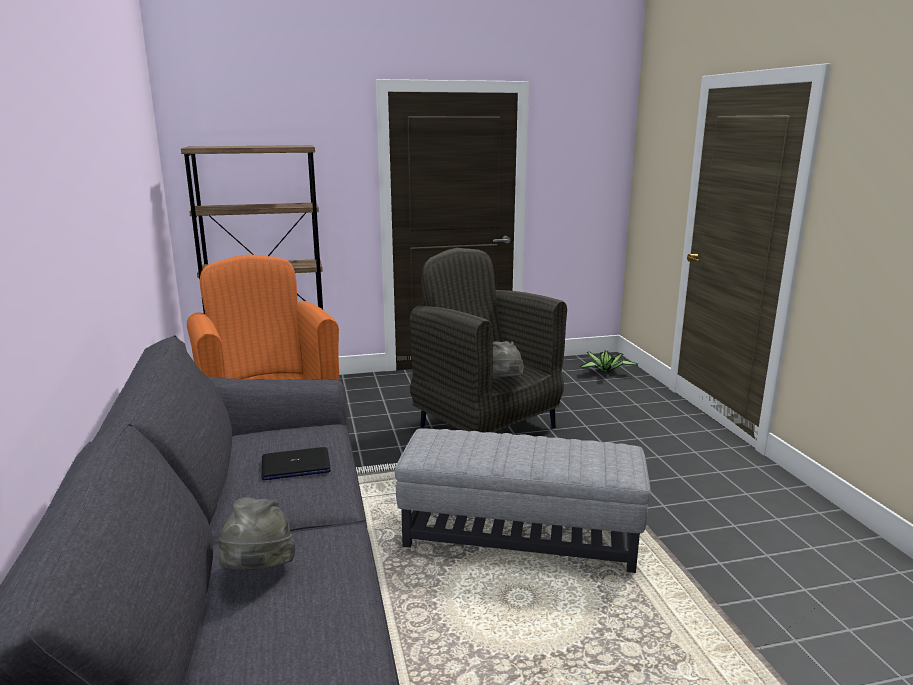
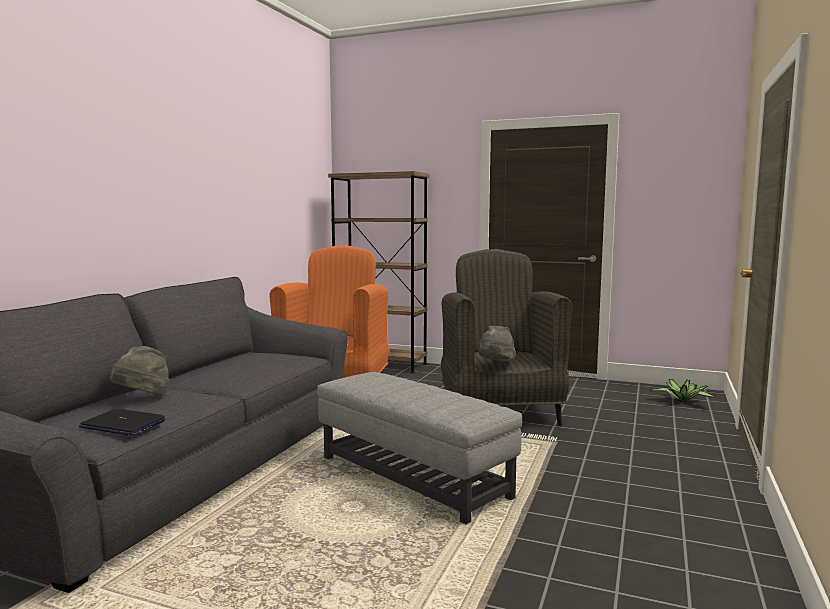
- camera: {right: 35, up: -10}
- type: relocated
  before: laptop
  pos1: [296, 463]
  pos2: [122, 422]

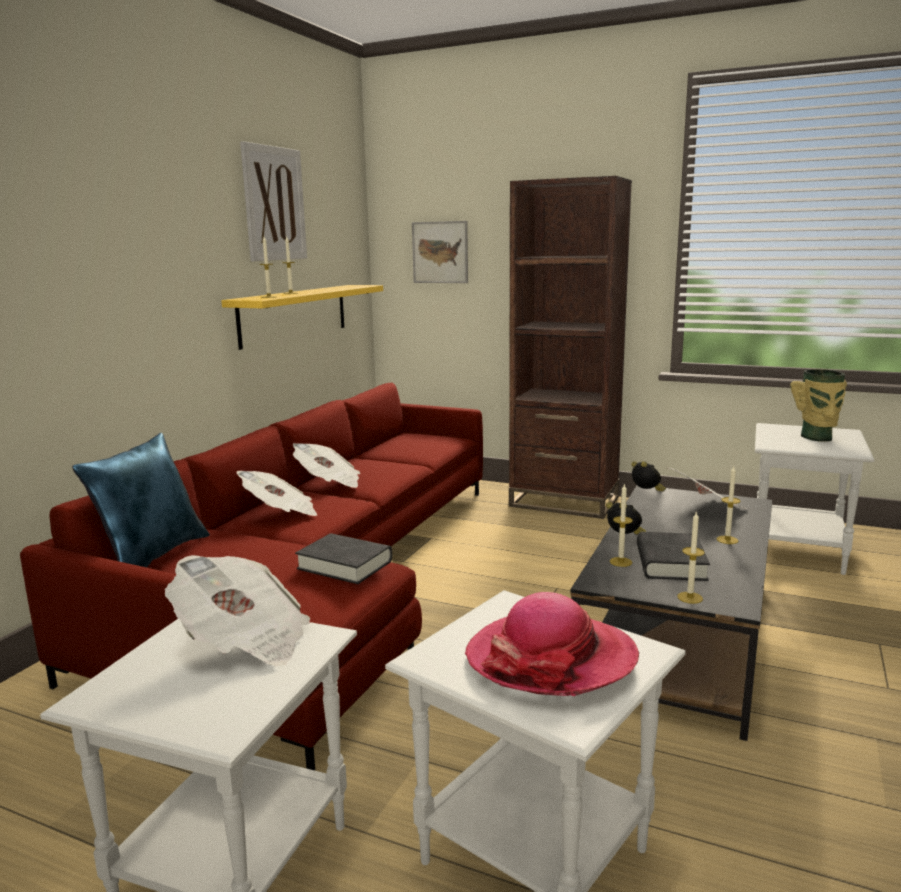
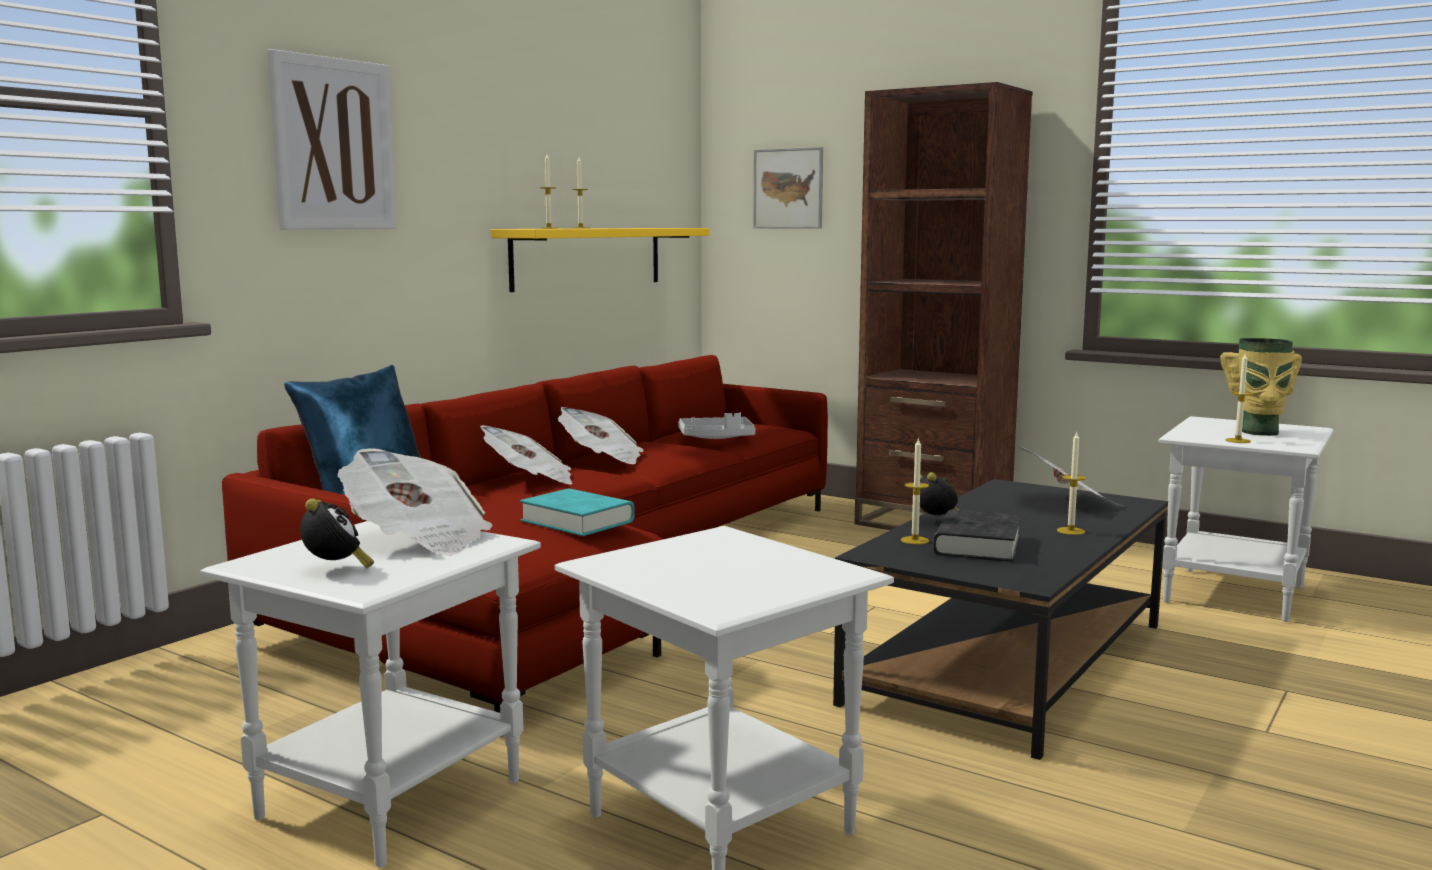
- camera: {right: 10, up: -5}
- type: relocated
  before: picture
  pos1: [273, 201]
  pos2: [331, 139]
- type: relocated
  before: alarm clock
  pos1: [648, 476]
  pos2: [337, 533]
- type: relocated
  before: candle
  pos1: [691, 557]
  pos2: [1239, 398]
- type: colour
  before: book/black
  after: book/turquoise
  pos1: [343, 558]
  pos2: [577, 512]
- type: missing
  before: hat
  pos1: [552, 644]
- type: appeared
  after: tray/grey
  pos2: [716, 426]

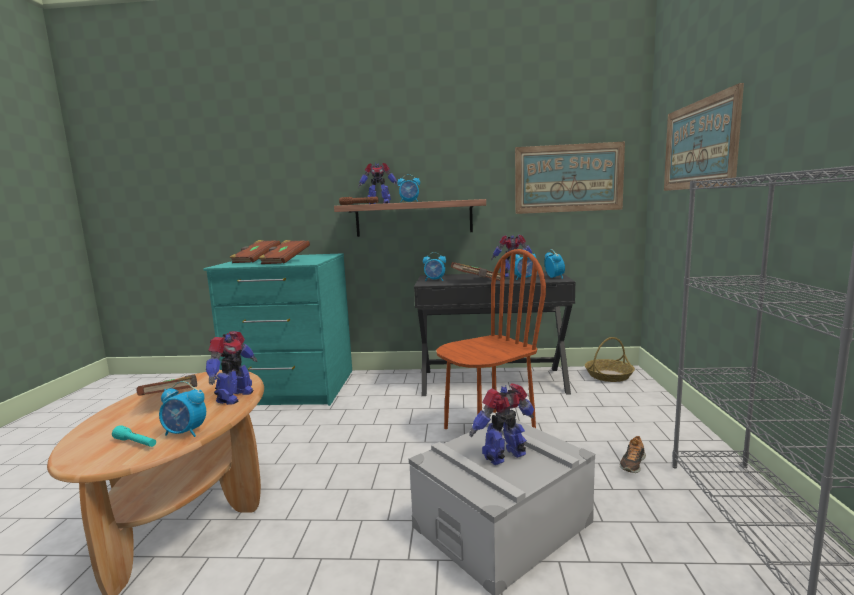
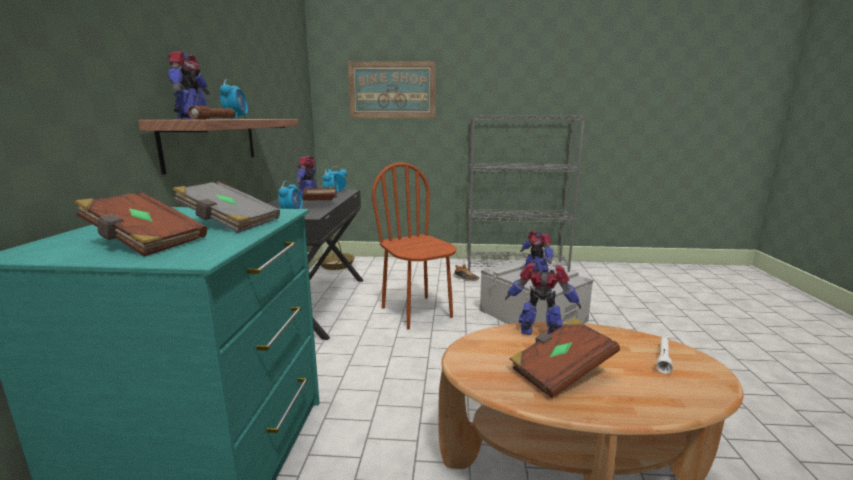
- camera: {right: -90, up: 5}
- type: missing
  before: picture
  pos1: [570, 178]
- type: colour
  before: book/brown
  after: book/grey
  pos1: [284, 252]
  pos2: [226, 207]
- type: missing
  before: alarm clock
  pos1: [182, 409]
- type: colour
  before: flashlight/turquoise
  after: flashlight/white
  pos1: [134, 436]
  pos2: [664, 355]

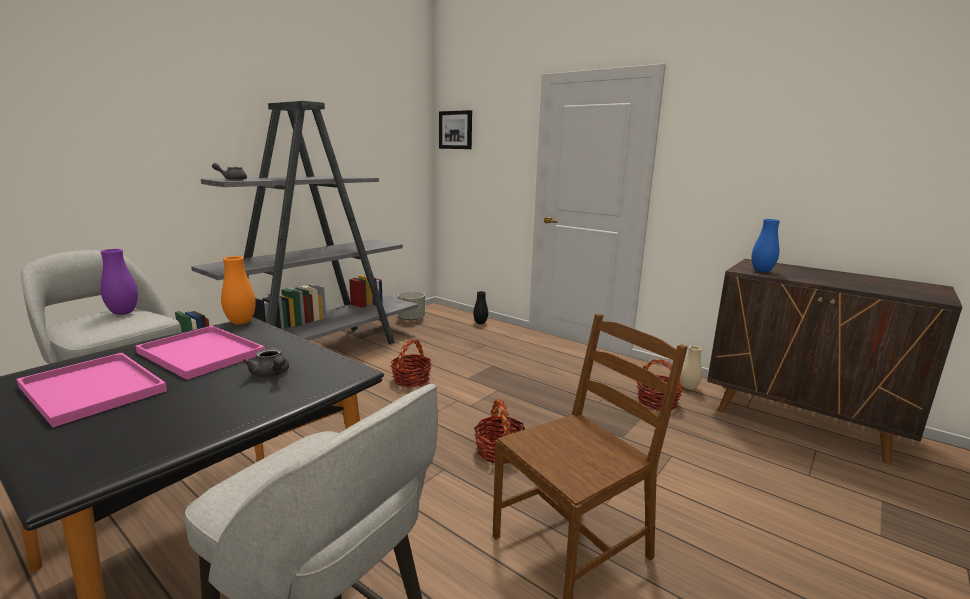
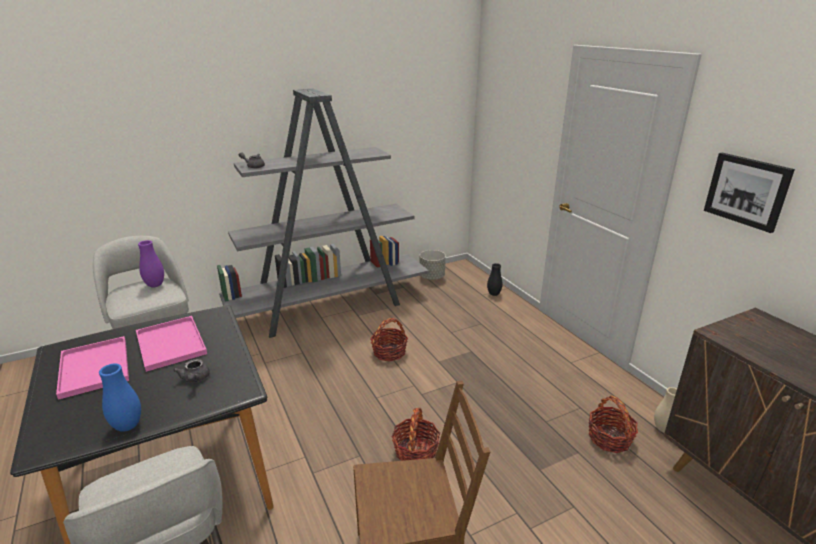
- camera: {right: 25, up: 10}
- type: relocated
  before: picture
  pos1: [455, 129]
  pos2: [749, 193]
- type: relocated
  before: vase/blue
  pos1: [766, 245]
  pos2: [120, 397]
- type: missing
  before: vase/orange
  pos1: [238, 290]

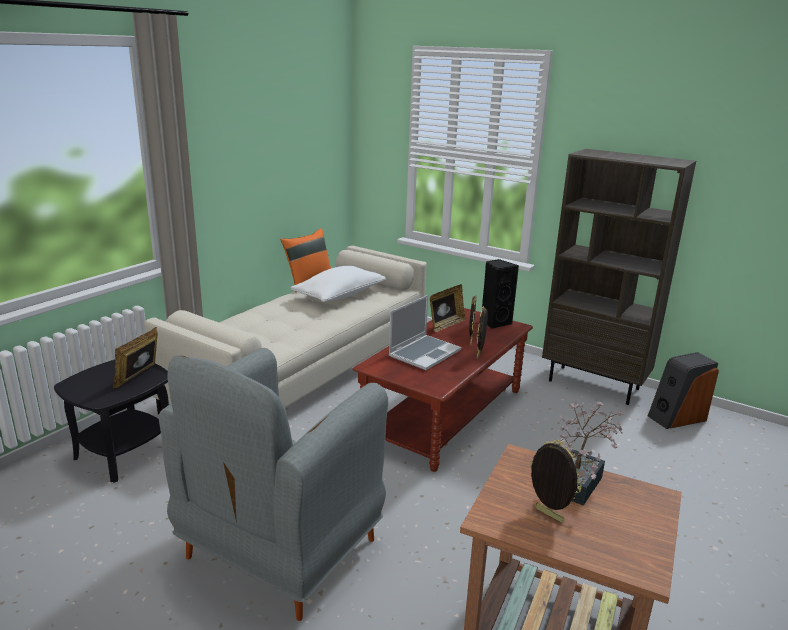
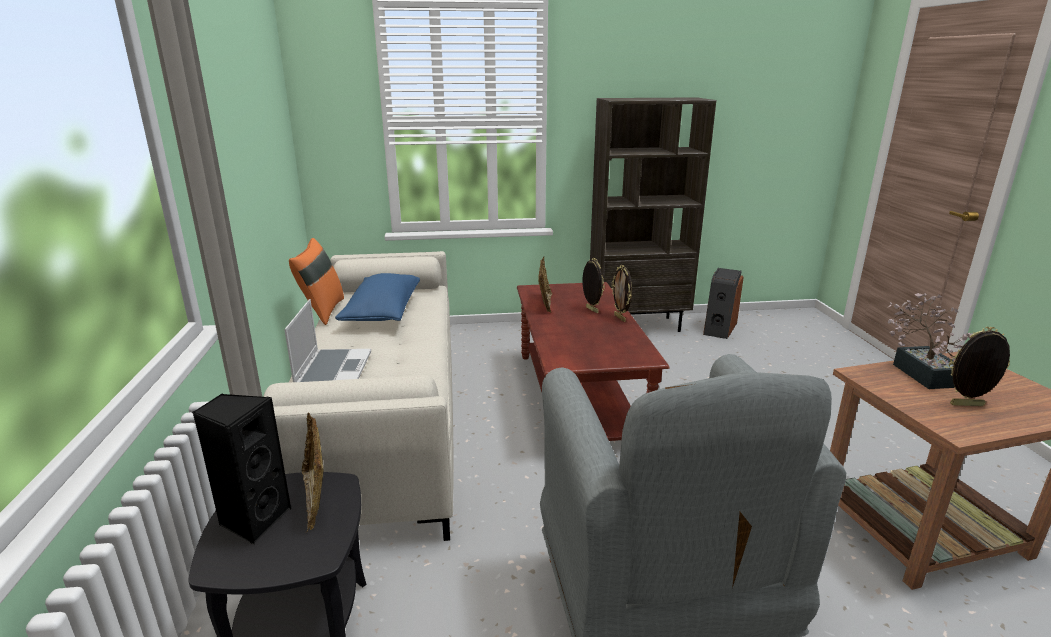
- camera: {right: -40, up: 0}
- type: relocated
  before: speaker/black
  pos1: [500, 294]
  pos2: [241, 468]
- type: colour
  before: pillow/white
  after: pillow/blue
  pos1: [338, 284]
  pos2: [377, 297]
- type: relocated
  before: laptop
  pos1: [425, 332]
  pos2: [327, 340]

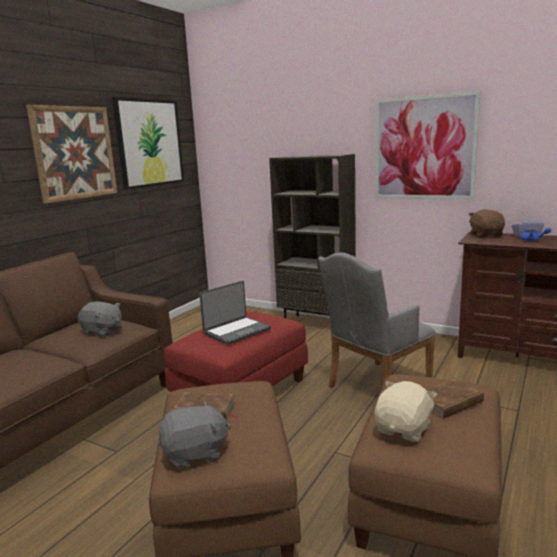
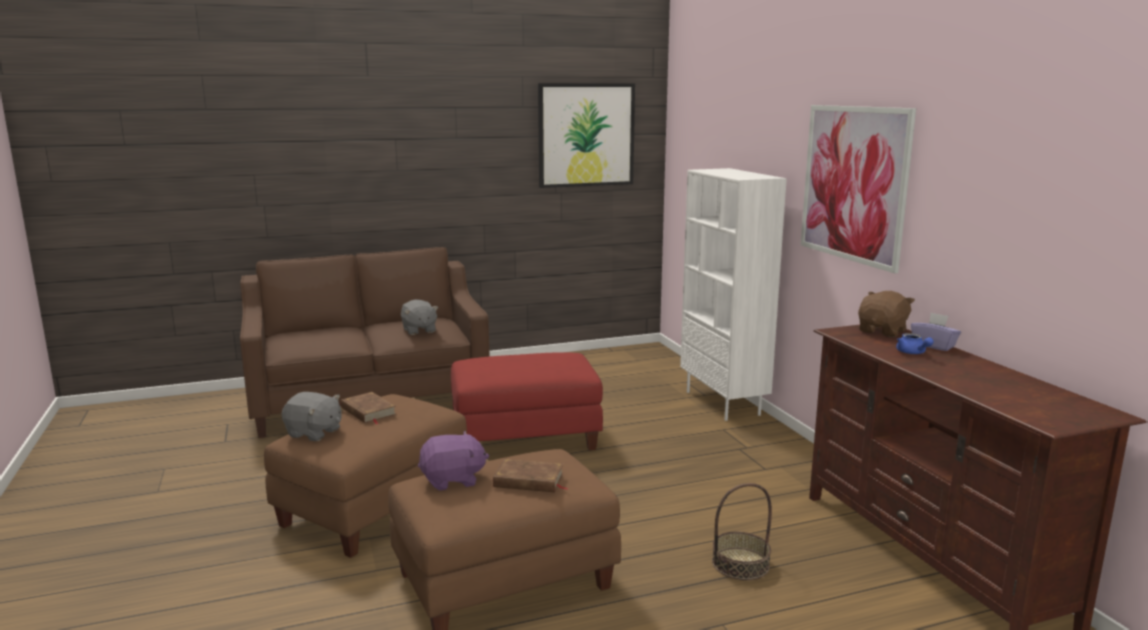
- camera: {right: 40, up: 0}
- type: missing
  before: picture
  pos1: [71, 154]
- type: colour
  before: bookcase/brown
  after: bookcase/white
  pos1: [312, 236]
  pos2: [733, 294]
- type: missing
  before: armchair/grey
  pos1: [377, 320]
- type: missing
  before: laptop
  pos1: [235, 313]
- type: colour
  before: plush toy/beige
  after: plush toy/purple
  pos1: [405, 412]
  pos2: [453, 461]
- type: appeared
  after: basket
  pos2: [742, 531]

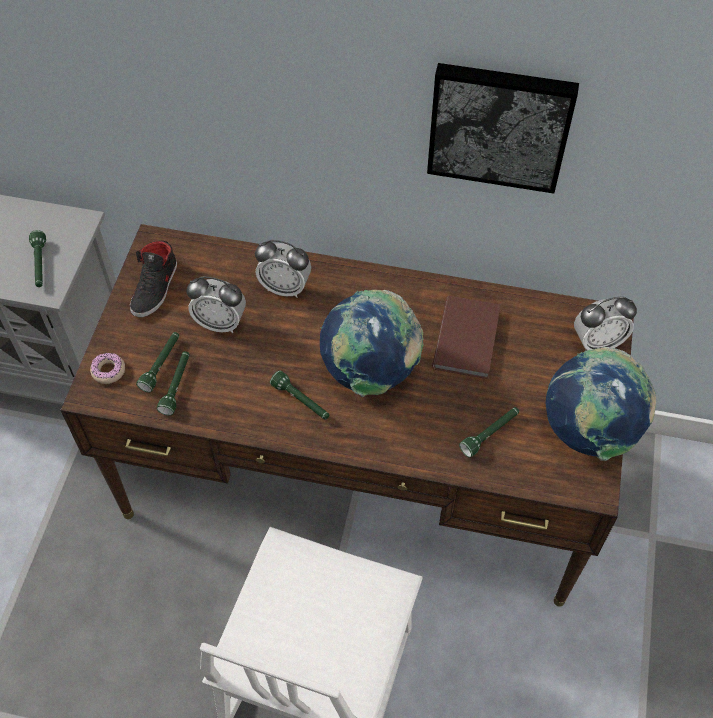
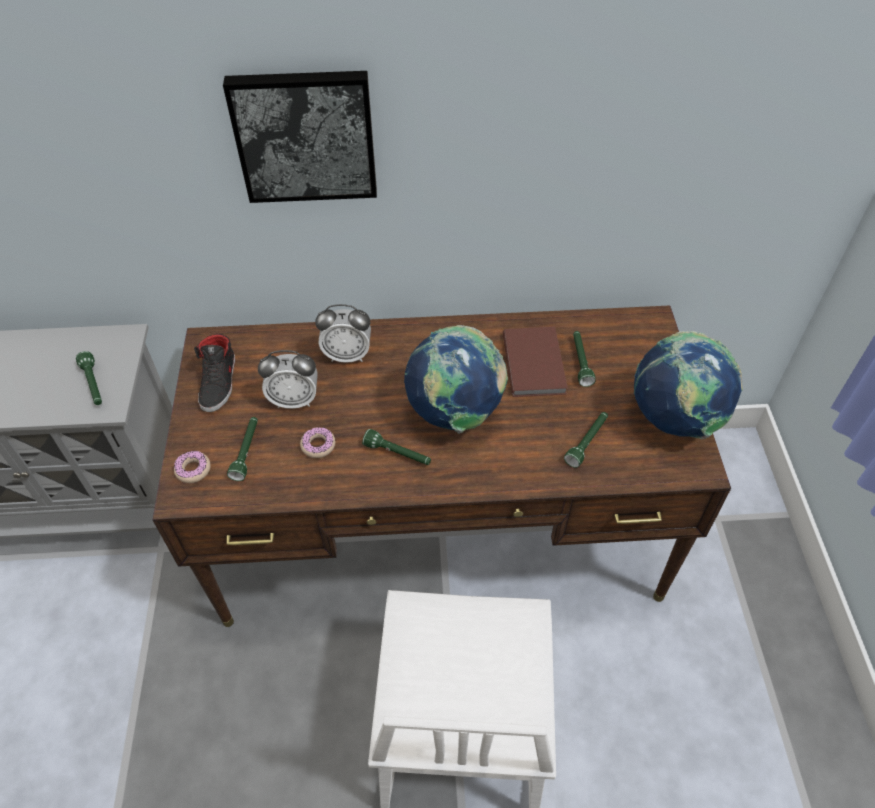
- camera: {right: -15, up: -5}
- type: relocated
  before: picture
  pos1: [503, 128]
  pos2: [300, 137]
- type: missing
  before: alarm clock
  pos1: [605, 324]
- type: relocated
  before: flashlight/green
  pos1: [173, 383]
  pos2: [584, 359]
- type: appeared
  after: donut
  pos2: [317, 442]

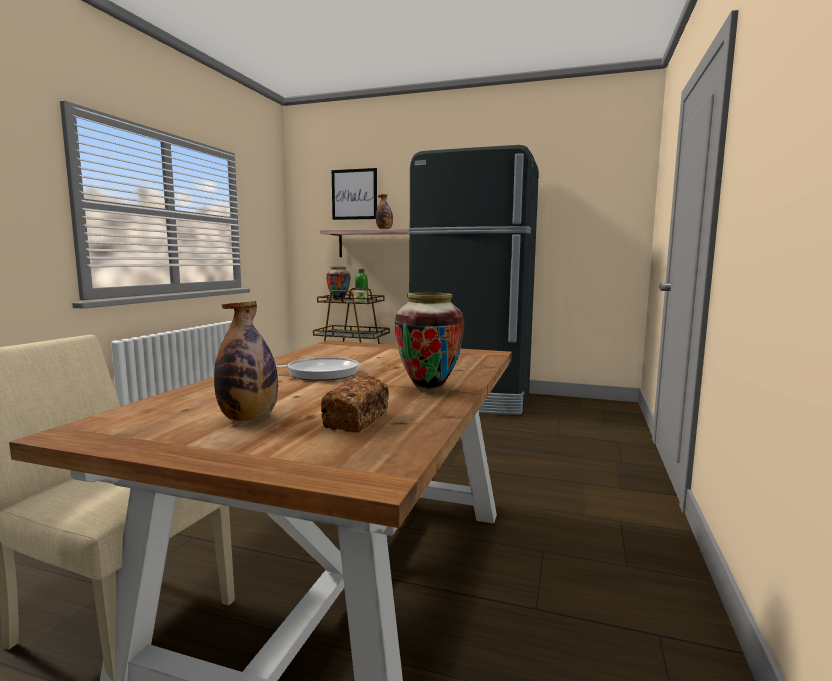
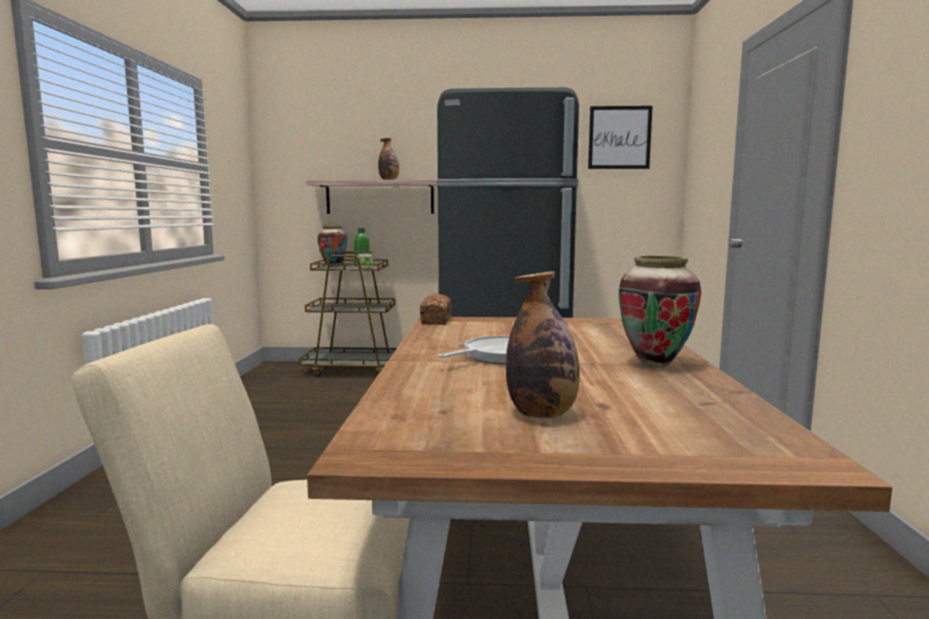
- camera: {right: -15, up: 0}
- type: relocated
  before: picture
  pos1: [354, 194]
  pos2: [620, 137]
- type: relocated
  before: bread
  pos1: [355, 404]
  pos2: [435, 309]

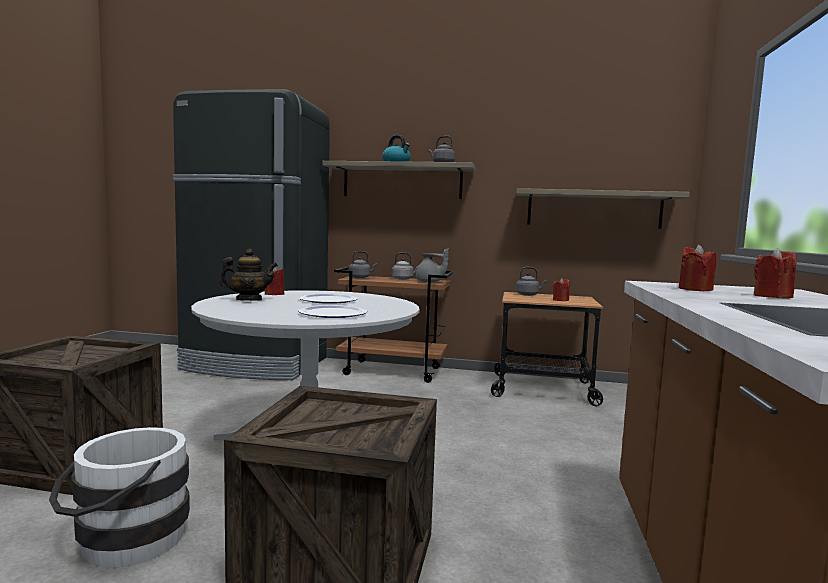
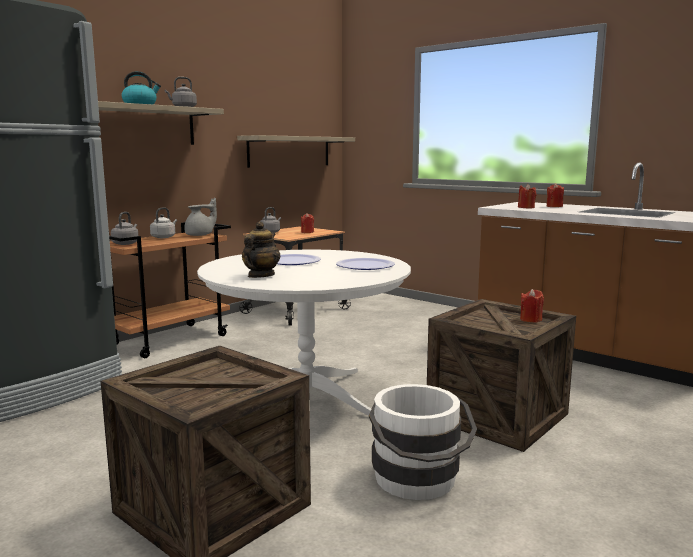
- camera: {right: -60, up: 5}
- type: relocated
  before: candle/red
  pos1: [275, 281]
  pos2: [532, 305]

